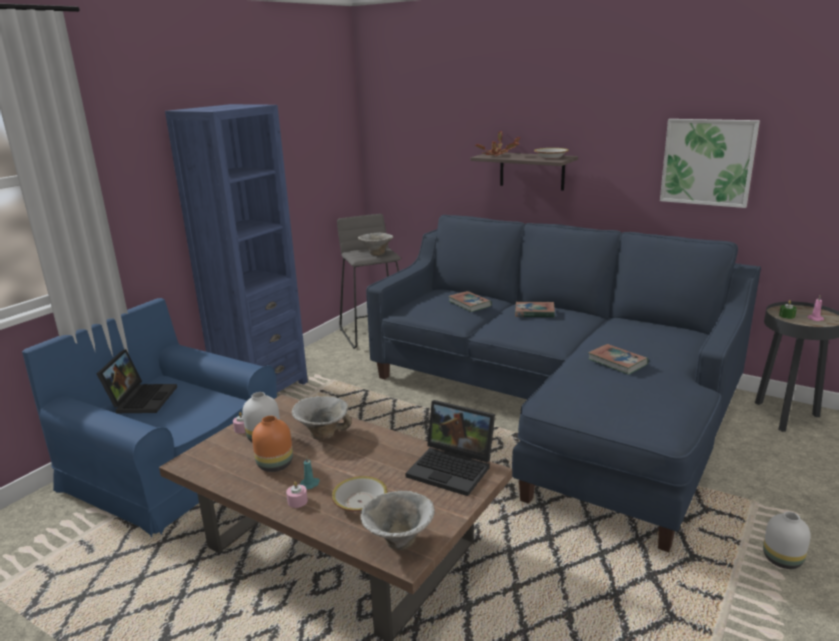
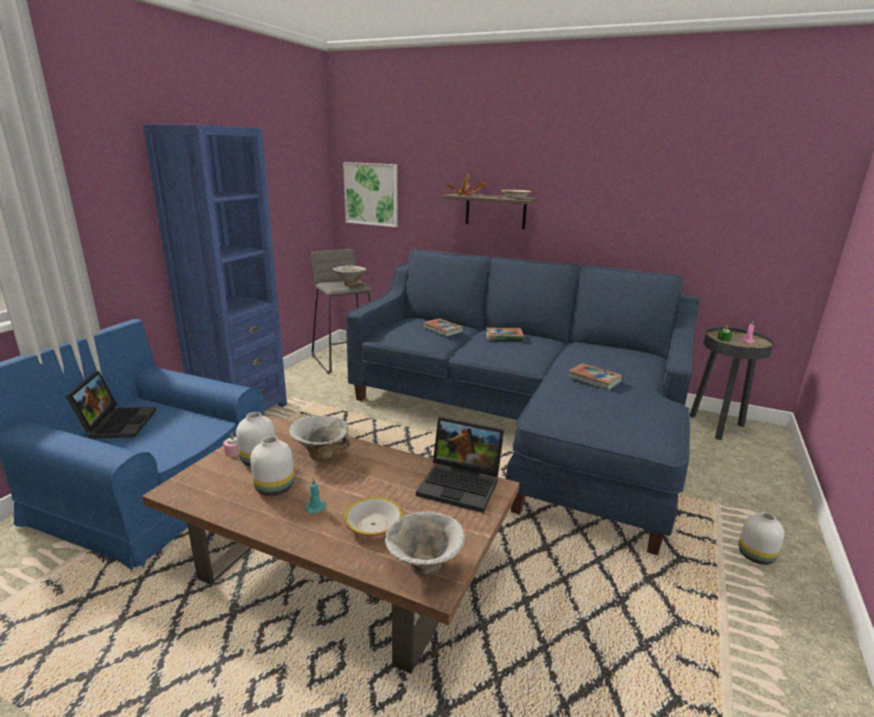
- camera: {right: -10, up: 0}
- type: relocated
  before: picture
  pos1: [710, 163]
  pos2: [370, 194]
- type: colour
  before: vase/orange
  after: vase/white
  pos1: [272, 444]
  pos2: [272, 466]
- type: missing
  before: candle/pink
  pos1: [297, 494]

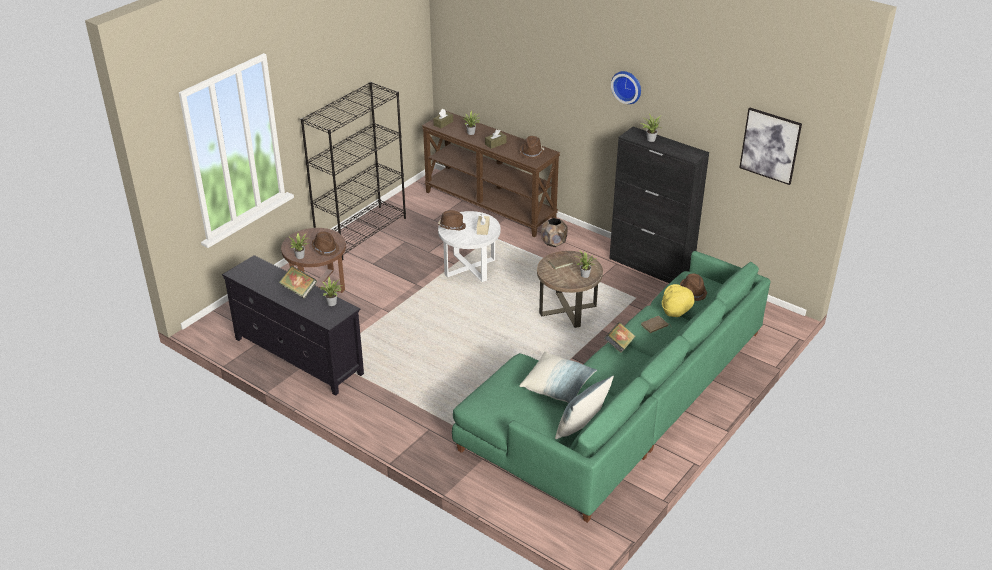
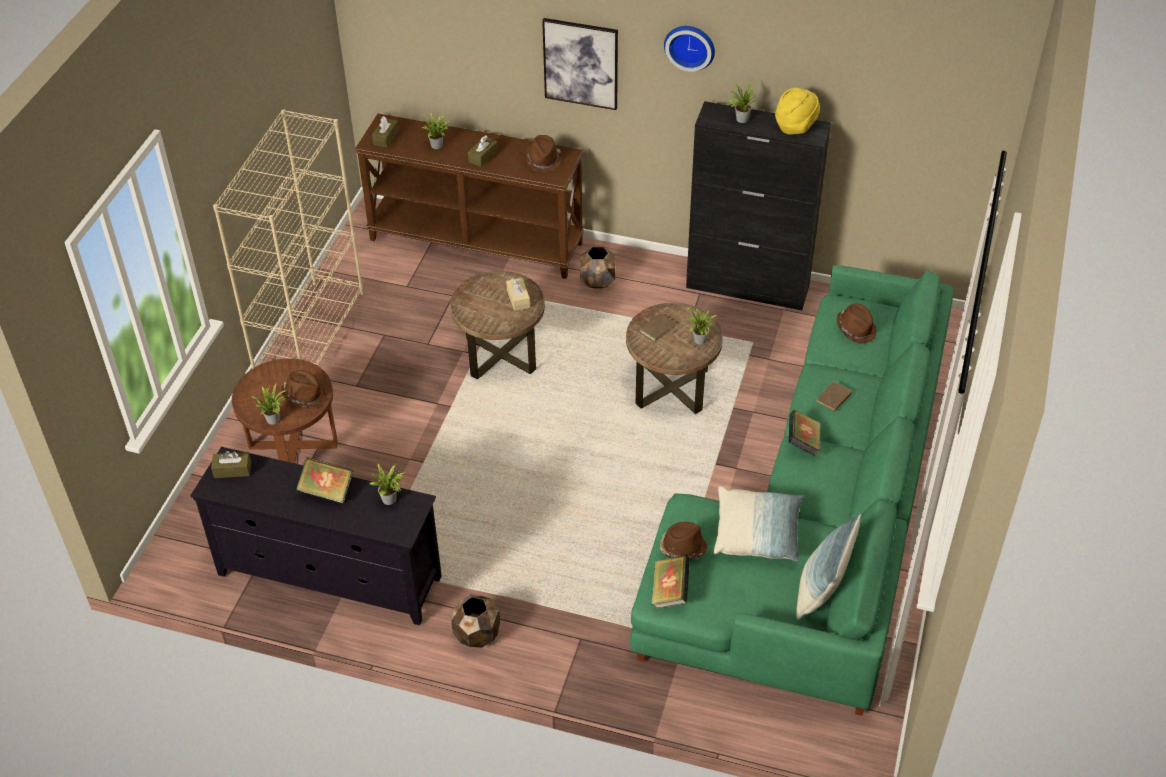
- camera: {right: -20, up: 10}
- type: colour
  before: bookcase/black
  after: bookcase/beige
  pos1: [353, 171]
  pos2: [288, 239]
- type: relocated
  before: picture
  pos1: [770, 146]
  pos2: [580, 64]
- type: relocated
  before: hat/brown
  pos1: [452, 220]
  pos2: [684, 541]
- type: colour
  before: side table/white
  after: side table/brown
  pos1: [469, 246]
  pos2: [497, 325]
- type: relocated
  before: hat/yellow
  pos1: [678, 300]
  pos2: [797, 111]
- type: appeared
  after: tissue box/brown
  pos2: [231, 464]
- type: appeared
  after: book
  pos2: [671, 582]
- type: appeared
  after: planter/brown
  pos2: [475, 621]

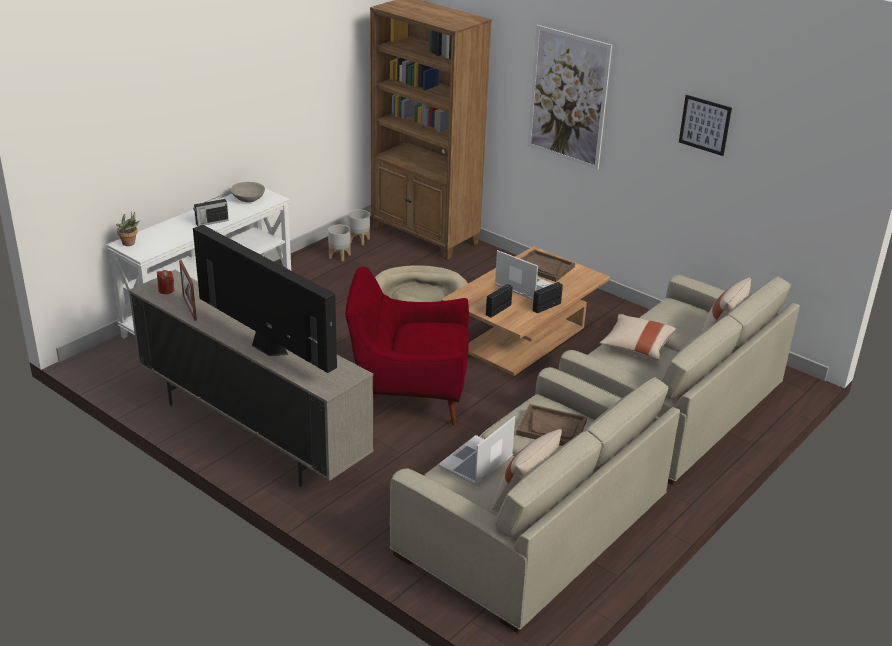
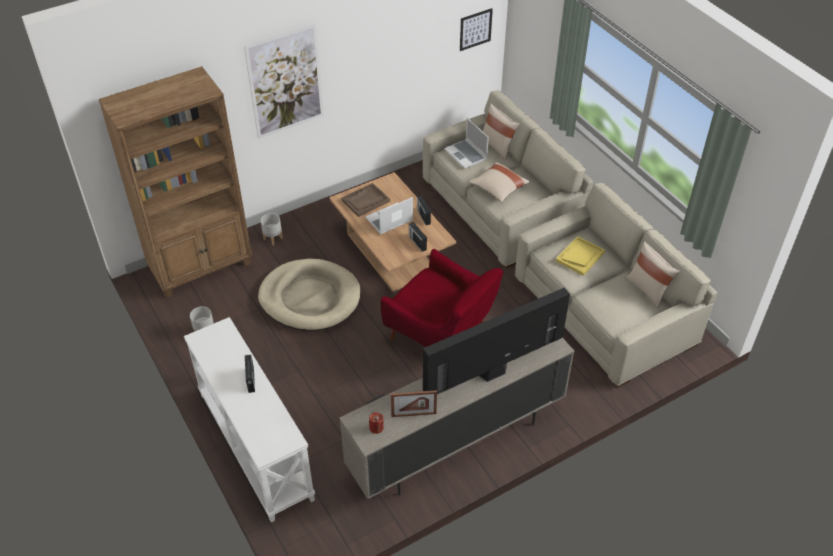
- camera: {right: -70, up: 15}
- type: relocated
  before: picture
  pos1: [705, 125]
  pos2: [476, 29]
- type: missing
  before: bowl/grey
  pos1: [247, 192]
- type: relocated
  before: planter/grey
  pos1: [359, 227]
  pos2: [272, 229]
- type: missing
  before: potted plant
  pos1: [127, 228]
- type: spun
  before: armchair/red
  pos1: [407, 346]
  pos2: [442, 298]
  turn: -75
- type: colour
  before: tray/brown
  after: tray/yellow
  pos1: [551, 425]
  pos2: [580, 256]
- type: relocated
  before: laptop
  pos1: [476, 451]
  pos2: [466, 143]

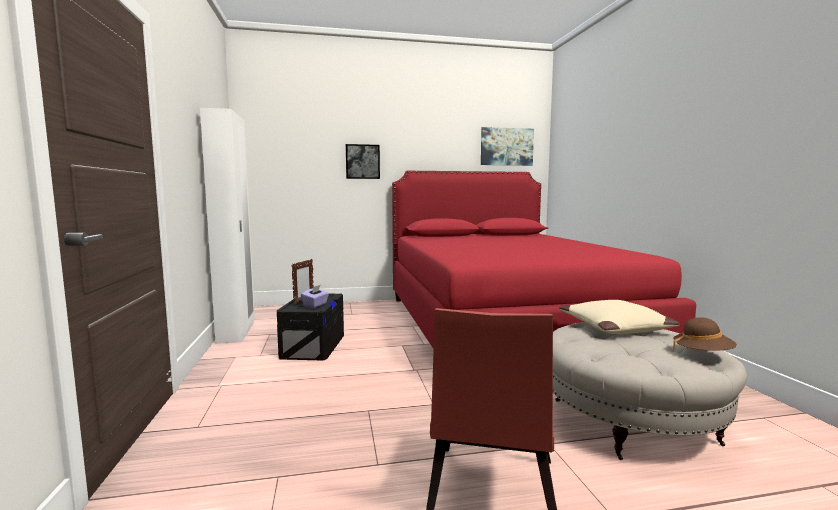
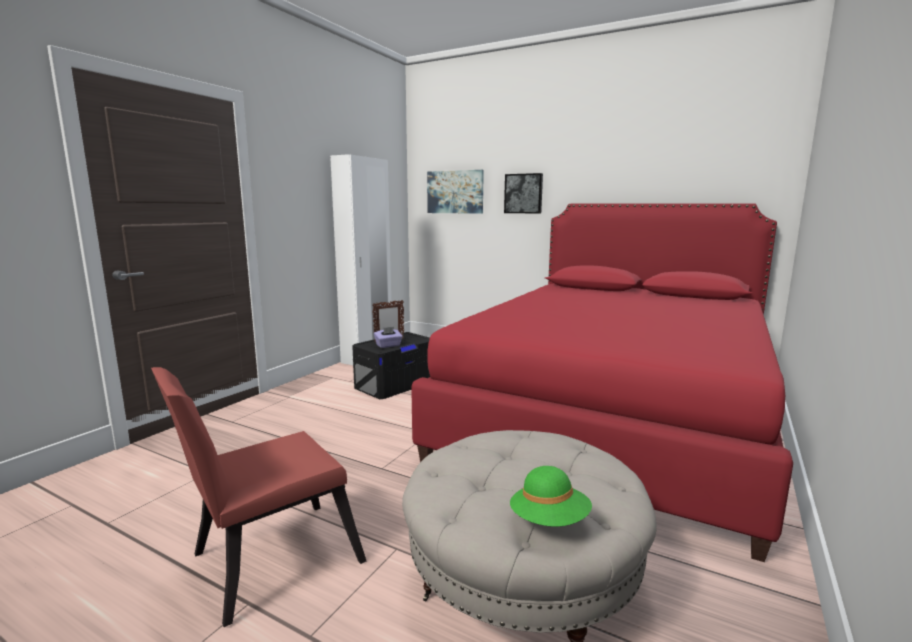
- camera: {right: 40, up: 5}
- type: relocated
  before: picture
  pos1: [507, 146]
  pos2: [455, 192]
- type: missing
  before: pillow/beige
  pos1: [619, 317]
- type: colour
  before: hat/brown
  after: hat/green
  pos1: [705, 334]
  pos2: [551, 496]

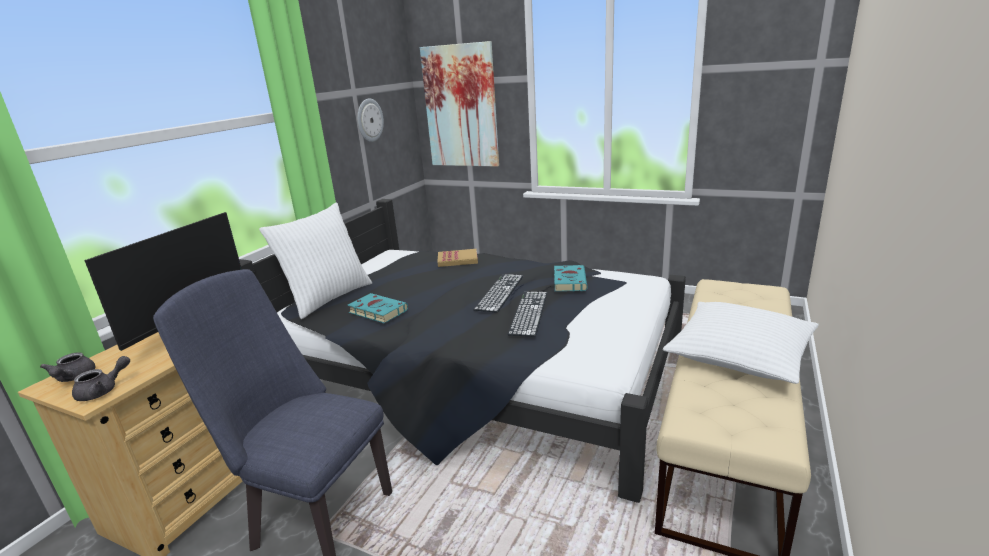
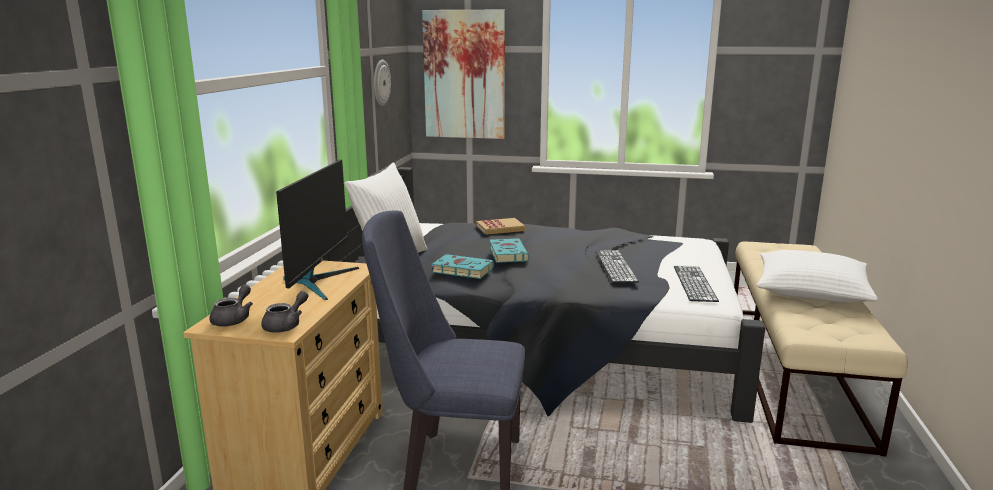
- camera: {right: -15, up: -5}
- type: relocated
  before: book/turquoise
  pos1: [570, 278]
  pos2: [509, 250]
- type: relocated
  before: keyboard
  pos1: [498, 293]
  pos2: [696, 284]
- type: spun
  before: teapot/grey
  pos1: [67, 367]
  pos2: [231, 305]
  turn: -135

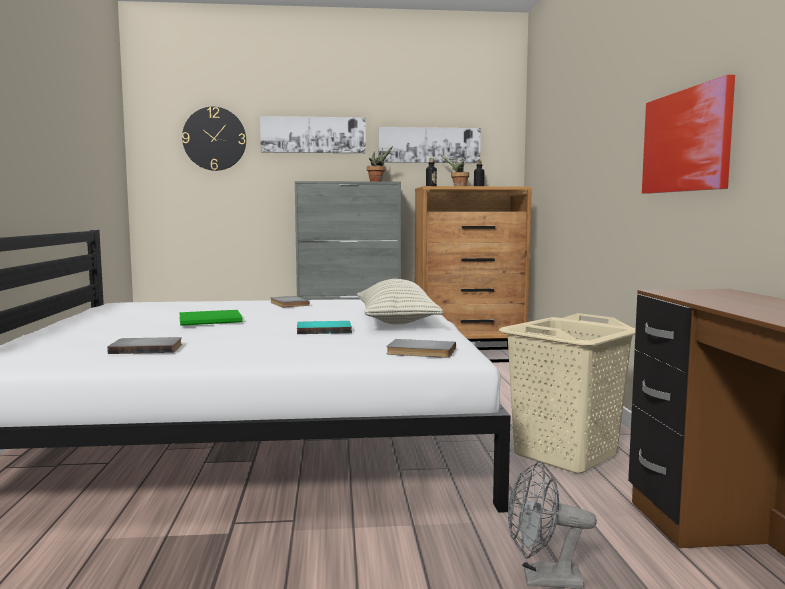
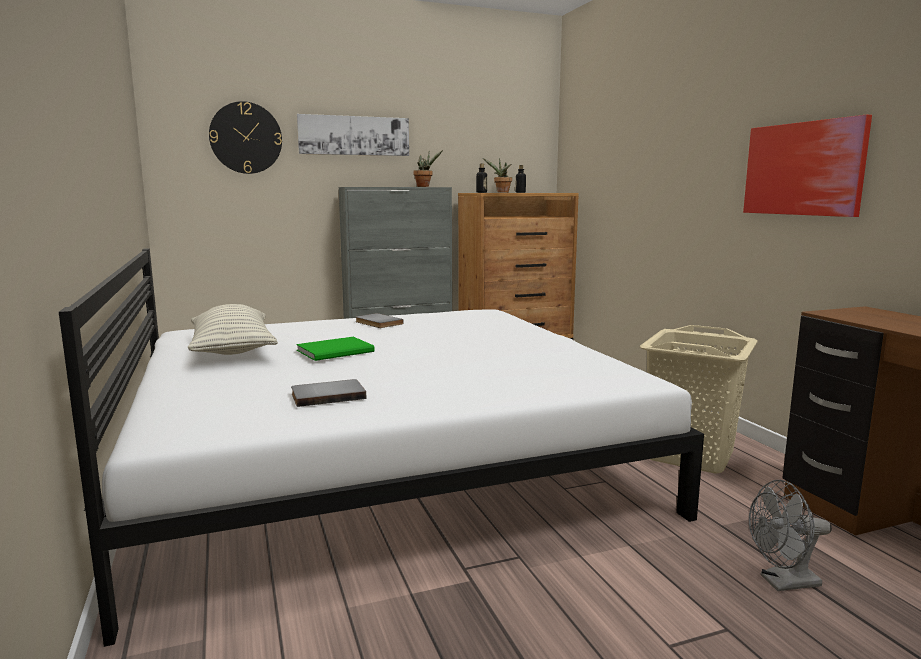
- camera: {right: -15, up: 5}
- type: missing
  before: picture
  pos1: [429, 145]
- type: relocated
  before: pillow
  pos1: [400, 301]
  pos2: [233, 329]
- type: missing
  before: book/turquoise
  pos1: [324, 327]
- type: missing
  before: book/grey
  pos1: [421, 348]

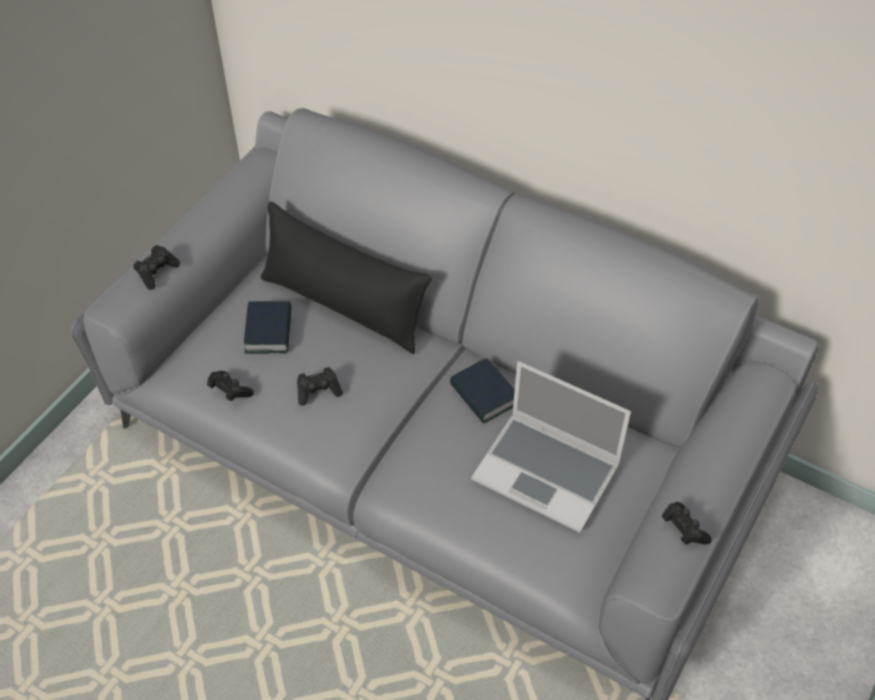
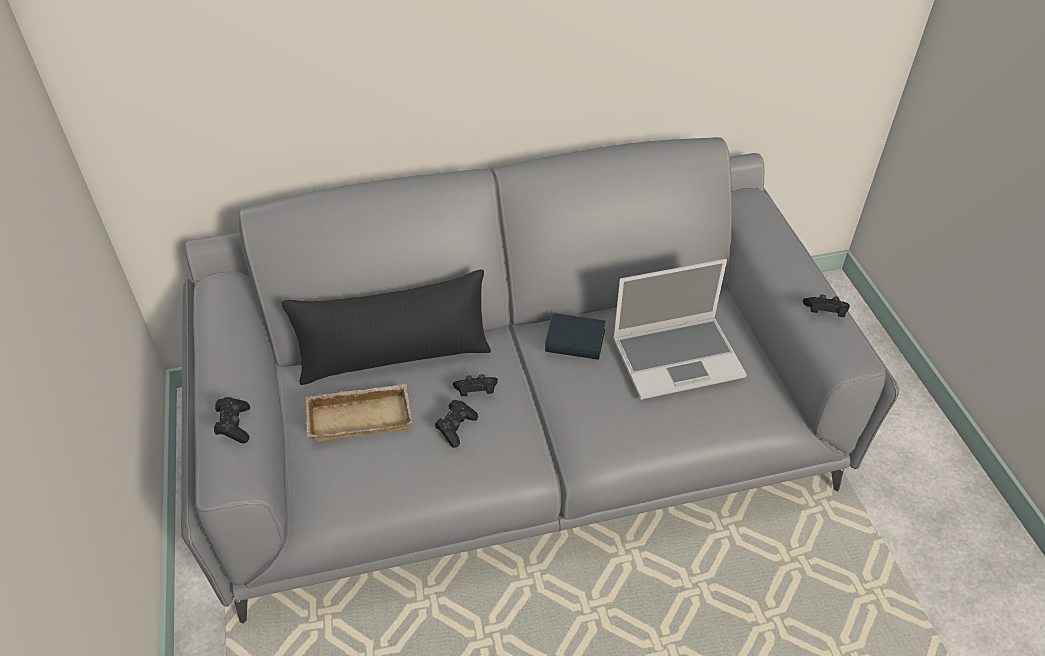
- camera: {right: -45, up: -5}
- type: exchanged
  before: book
  after: tray/beige
  pos1: [268, 327]
  pos2: [358, 413]
- type: relocated
  before: game controller/black
  pos1: [230, 386]
  pos2: [475, 385]

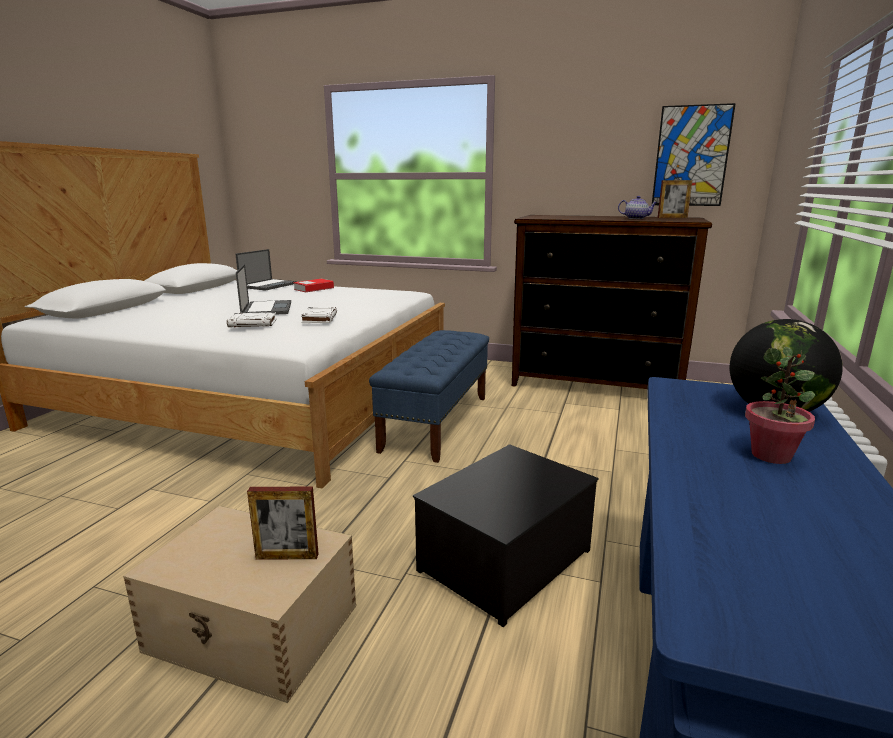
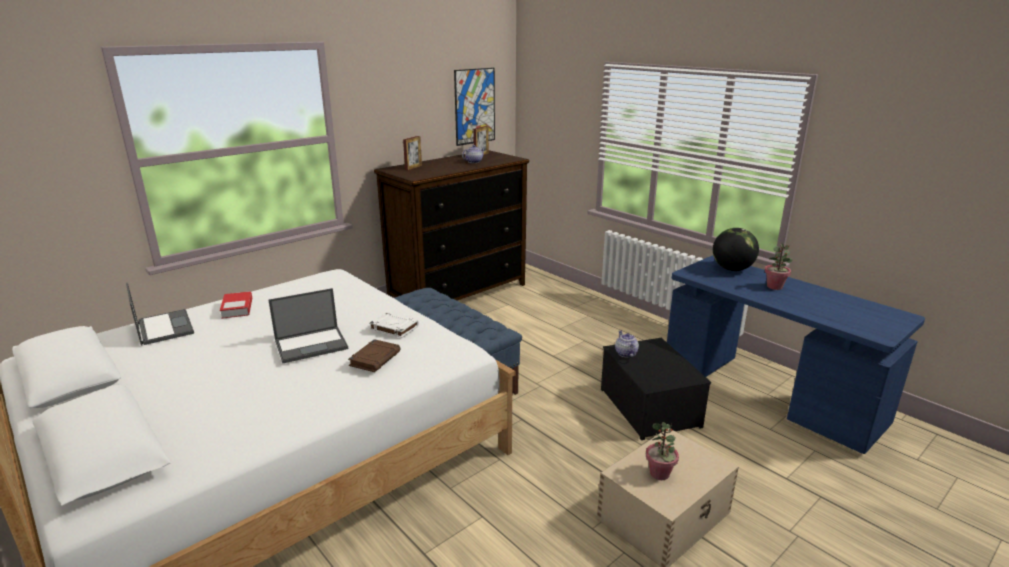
- camera: {right: -60, up: 5}
- type: spun
  before: laptop
  pos1: [263, 289]
  pos2: [308, 325]
  turn: 135
- type: colour
  before: book/white
  after: book/brown
  pos1: [252, 319]
  pos2: [374, 355]
- type: relocated
  before: picture frame
  pos1: [283, 523]
  pos2: [412, 153]
- type: appeared
  after: teapot
  pos2: [627, 344]
- type: appeared
  after: potted plant
  pos2: [662, 451]

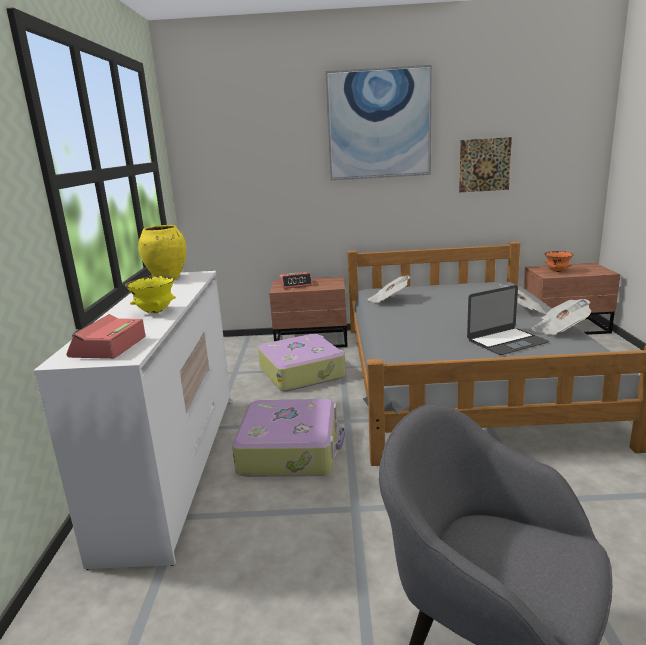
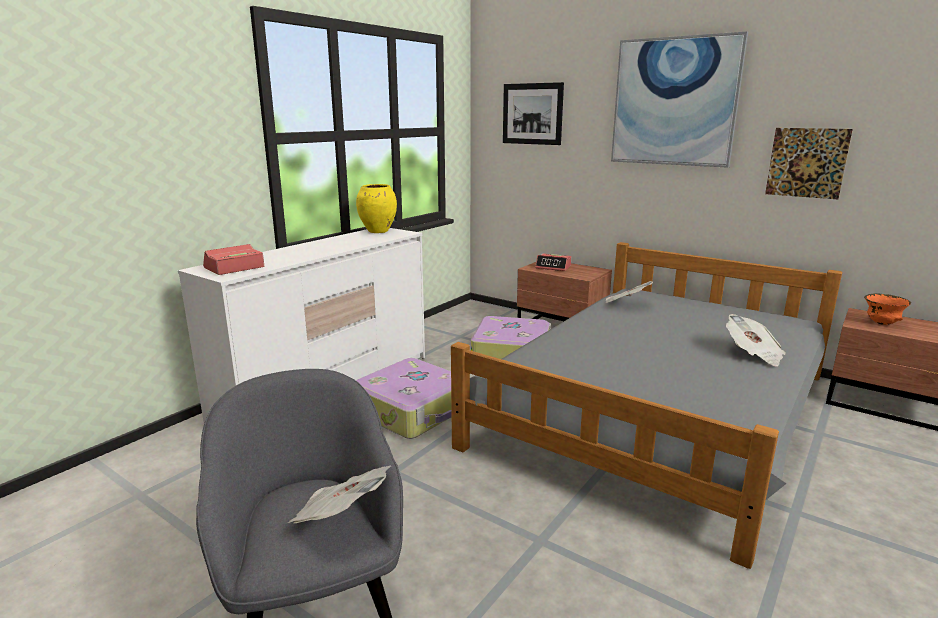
- camera: {right: 35, up: 0}
- type: missing
  before: bowl/yellow
  pos1: [150, 294]
- type: missing
  before: laptop
  pos1: [508, 320]
- type: relocated
  before: newspaper
  pos1: [561, 317]
  pos2: [339, 494]
- type: appeared
  after: picture
  pos2: [533, 113]

